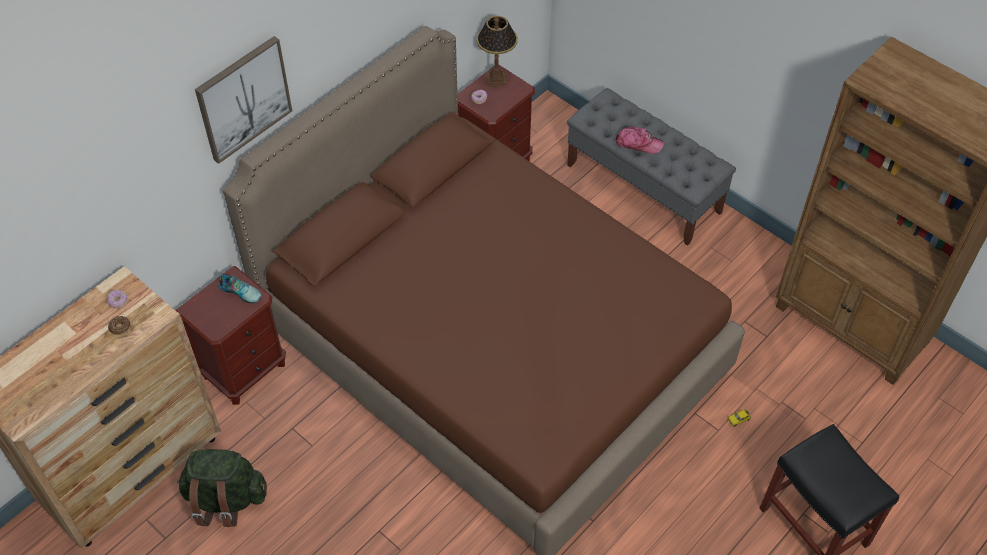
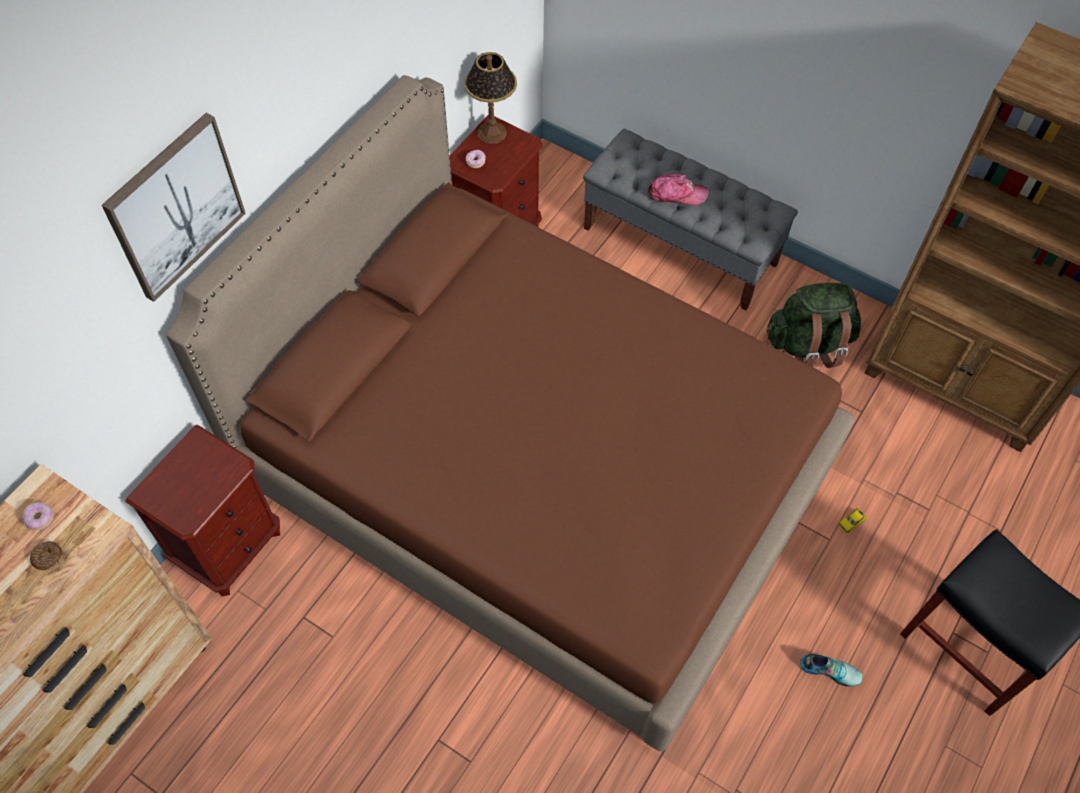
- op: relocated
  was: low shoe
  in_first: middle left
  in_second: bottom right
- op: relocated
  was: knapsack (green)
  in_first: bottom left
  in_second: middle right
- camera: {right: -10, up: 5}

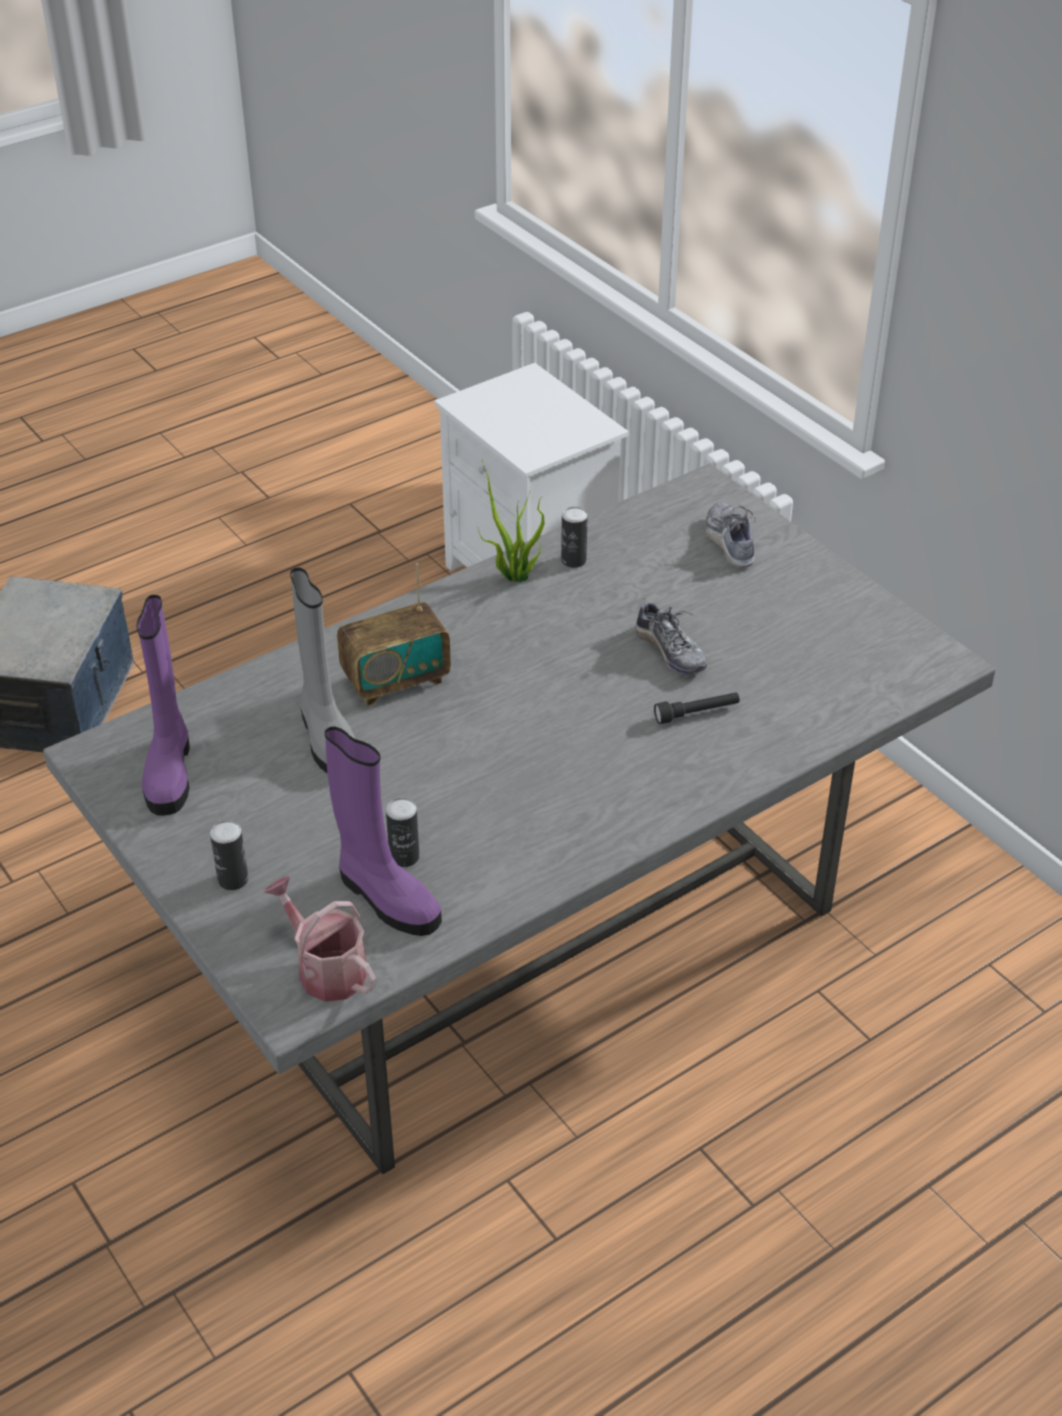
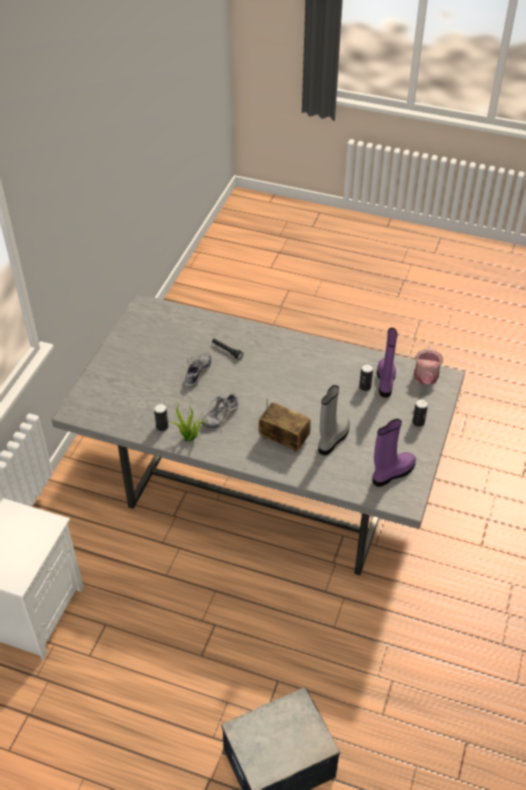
- op: relocated
  was: low shoe (no. 2 from left)
  in_first: middle right
  in_second: centre
- camera: {right: -125, up: 5}

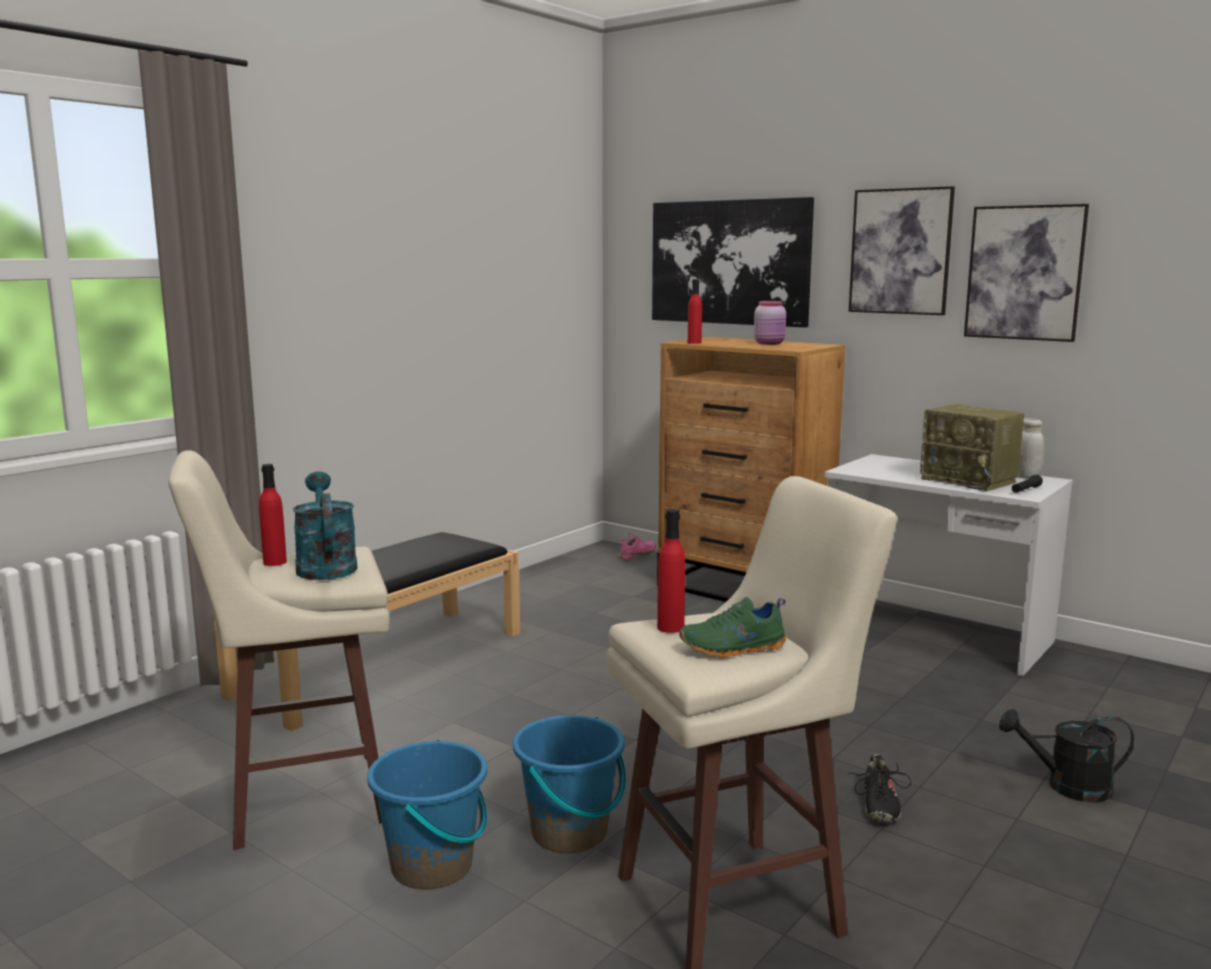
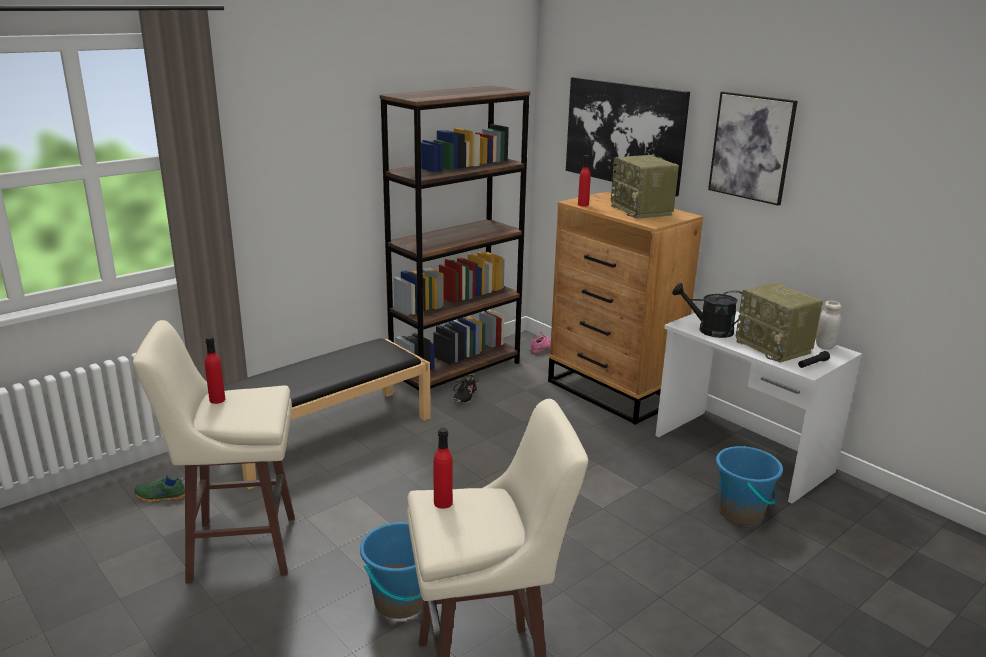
- op: missing
  was: wall picture (no. 3 from left)
  in_first: top right
- op: exchanged
  was: preserve jar (pink-coloured)
  now: radio set (no. 1 from left)
  in_first: centre
  in_second: top centre
- op: missing
  was: sprinkling can (turquoise)
  in_first: middle left
- op: relocated
  was: low shoe (green)
  in_first: centre
  in_second: bottom left
- op: relocated
  was: sprinkling can (blackish)
  in_first: bottom right
  in_second: middle right
- op: relocated
  was: bucket (bluish) (no. 1 from left in the first image)
  now: bucket (bluish) (no. 2 from left)
  in_first: bottom centre
  in_second: bottom right
- op: relocated
  was: low shoe (blackish)
  in_first: bottom right
  in_second: centre
- op: appeared
  now: bookcase (brown)
  in_second: centre
- camera: {right: 10, up: 10}

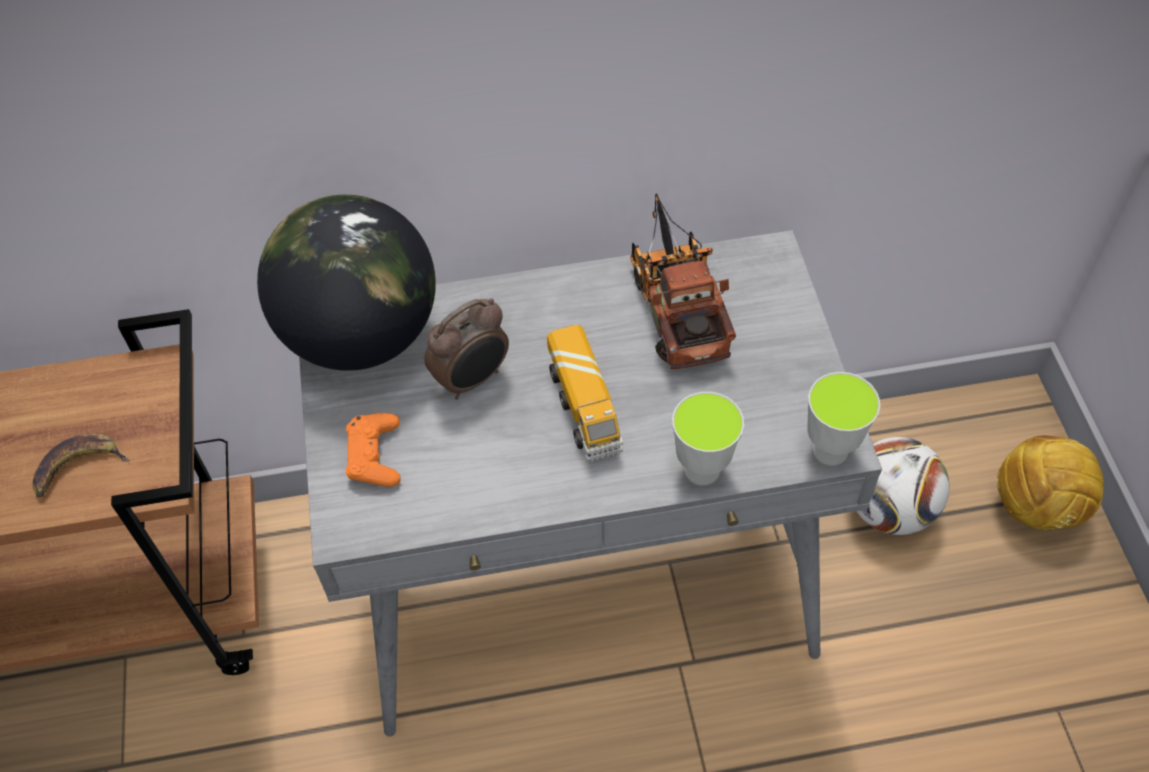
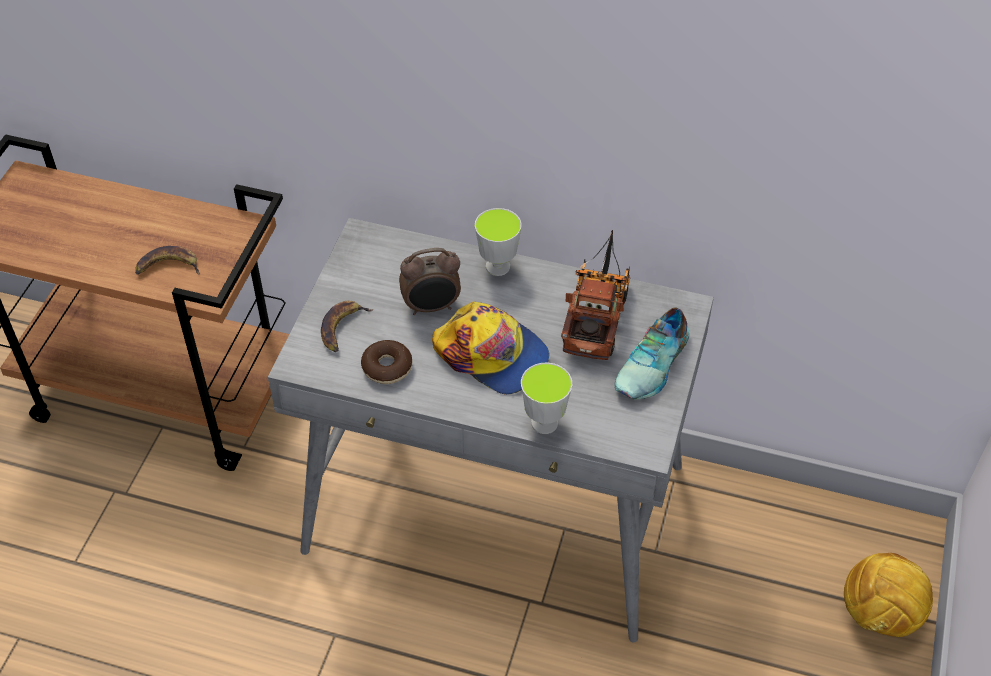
- op: missing
  was: desk globe
  in_first: middle left
- op: exchanged
  was: toy lorry (no. 1 from left)
  now: baseball cap
  in_first: centre
  in_second: centre
- op: relocated
  was: drinking cup (no. 2 from left in the first image)
  now: drinking cup (no. 1 from left)
  in_first: middle right
  in_second: centre
- op: exchanged
  was: gamepad (orange-coloured)
  now: whole banana (no. 2 from left)
  in_first: middle left
  in_second: centre
- op: missing
  was: football ball (no. 1 from left)
  in_first: middle right
- op: appeared
  now: low shoe
  in_second: centre
- op: appeared
  now: donut
  in_second: centre
- camera: {right: 25, up: -5}

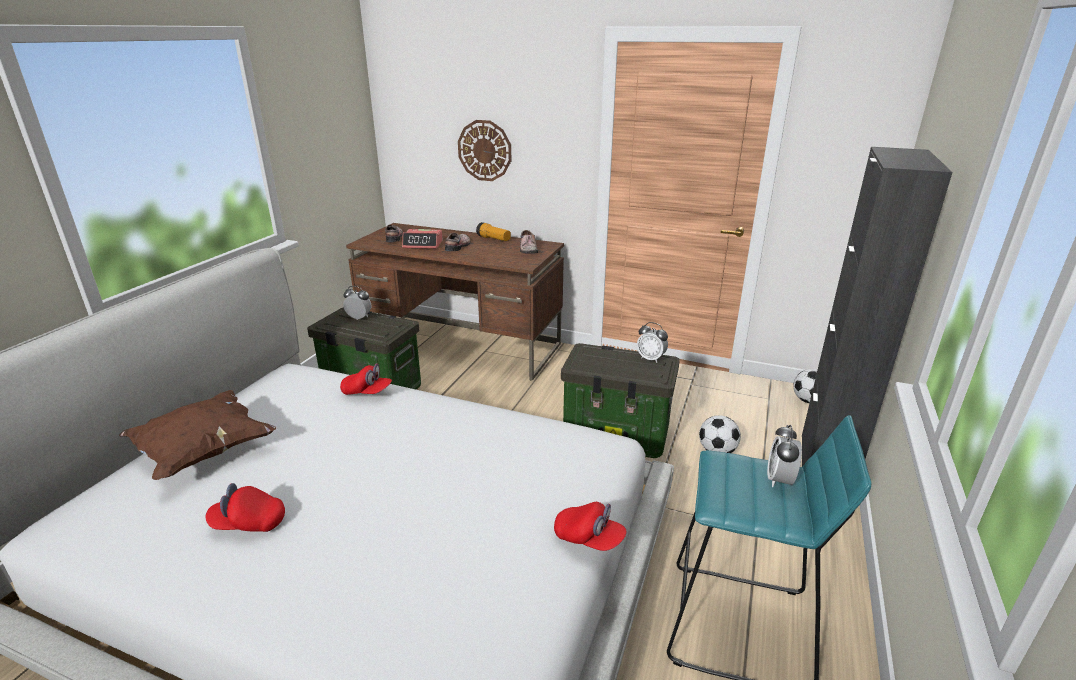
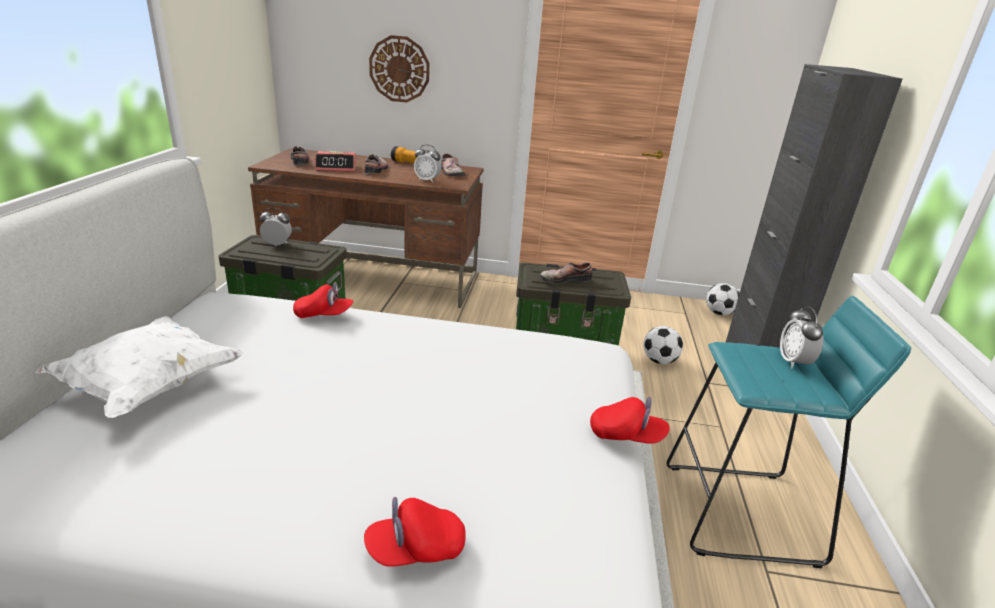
- op: relocated
  was: alarm clock (no. 3 from left)
  in_first: centre
  in_second: top centre
- op: colour
  was: pillow (brown)
  now: pillow (white-coloured)
  in_first: middle left
  in_second: middle left
- op: relocated
  was: baseball cap (red-coloured) (no. 1 from left in the first image)
  now: baseball cap (red-coloured) (no. 2 from left)
  in_first: bottom left
  in_second: bottom centre
- op: appeared
  now: low shoe (no. 4 from left)
  in_second: centre
- camera: {right: -15, up: 0}

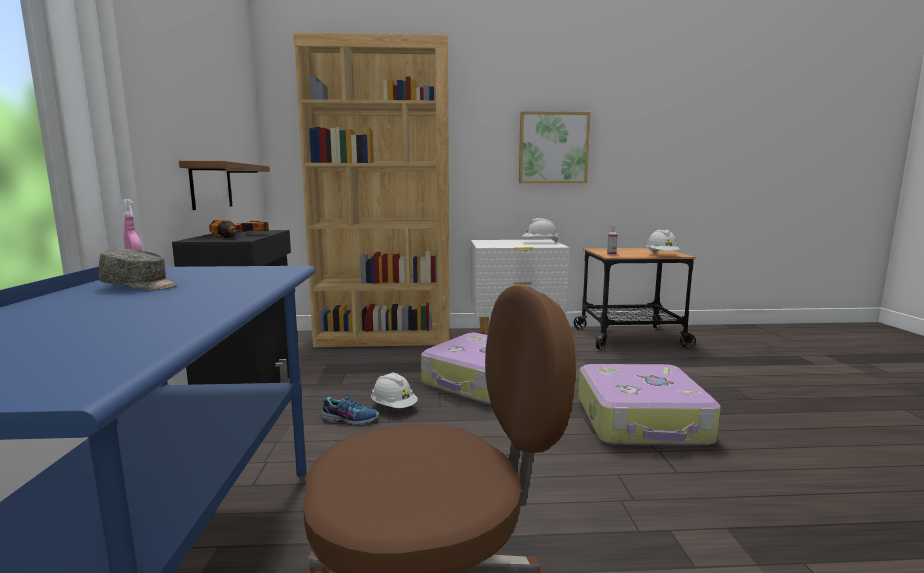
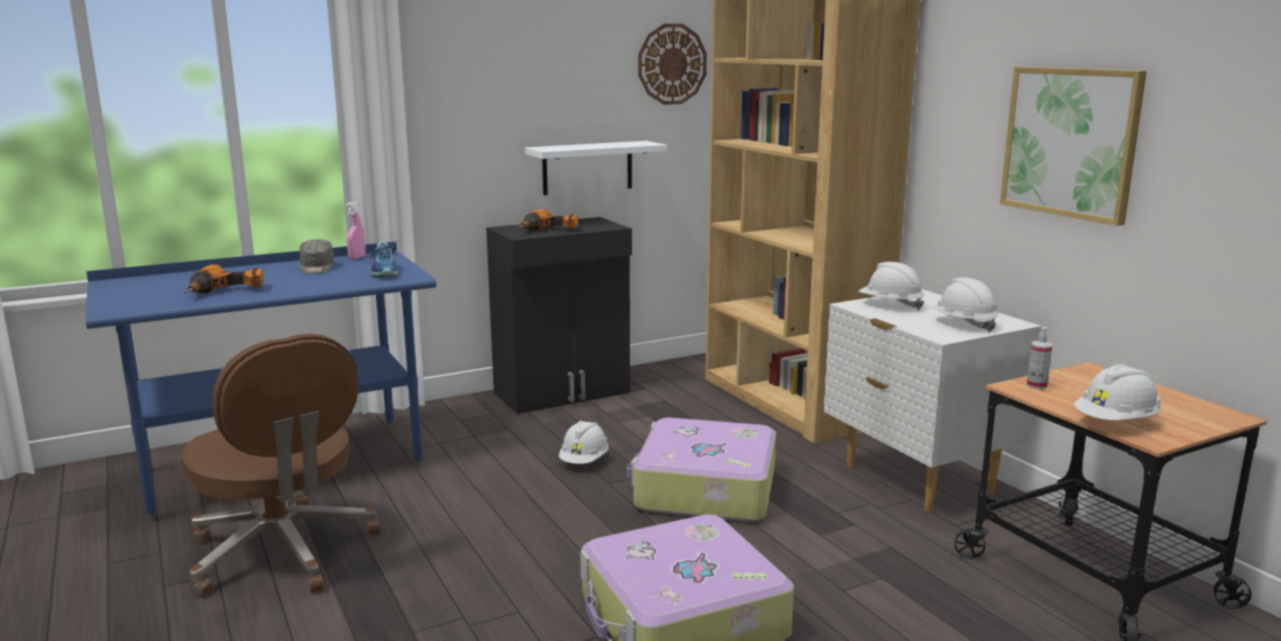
- op: colour
  was: wall shelf (brown)
  now: wall shelf (white-coloured)
  in_first: top left
  in_second: top centre
- op: relocated
  was: low shoe
  in_first: bottom centre
  in_second: middle left
- op: appeared
  now: wall clock
  in_second: top centre
- op: appeared
  now: hard hat (white-coloured) (no. 2 from left)
  in_second: middle right
- op: appeared
  now: power drill (no. 1 from left)
  in_second: middle left
- camera: {right: 65, up: 5}

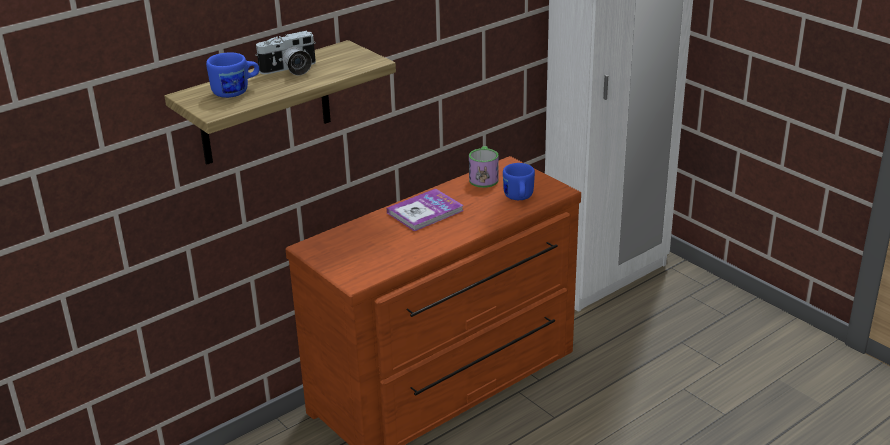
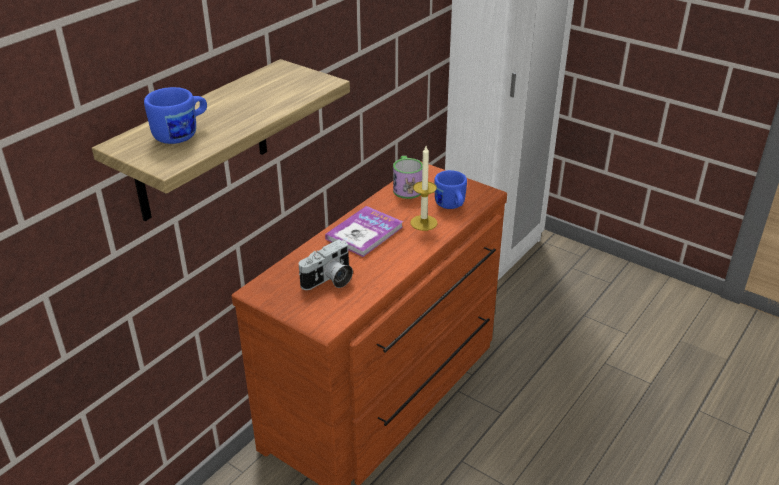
- op: relocated
  was: photo camera
  in_first: top left
  in_second: centre
- op: appeared
  now: wax candle
  in_second: centre
- camera: {right: -15, up: 5}

